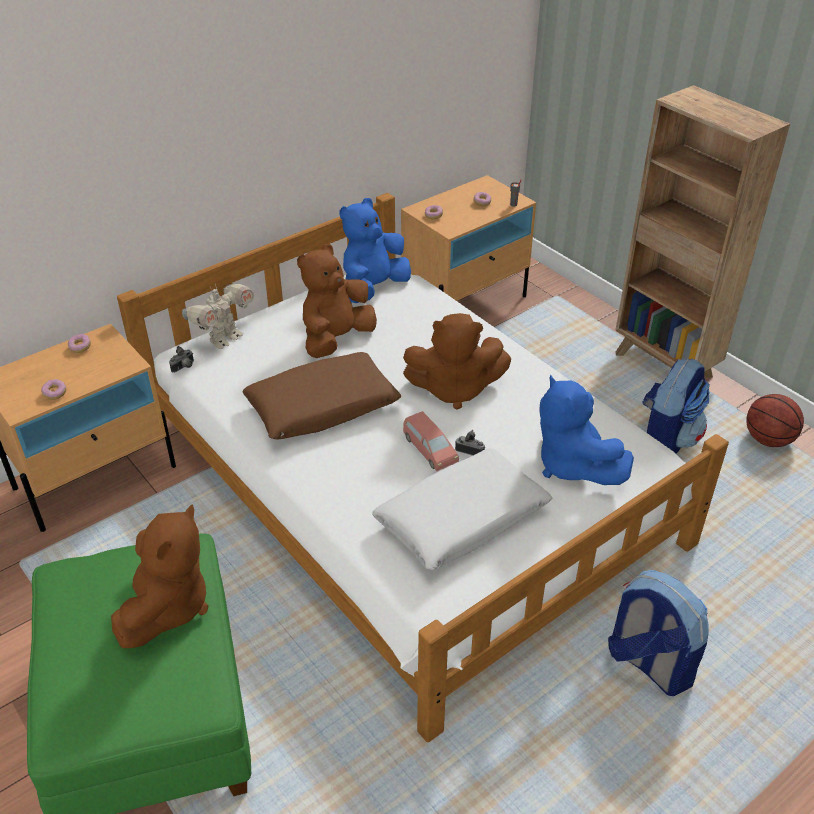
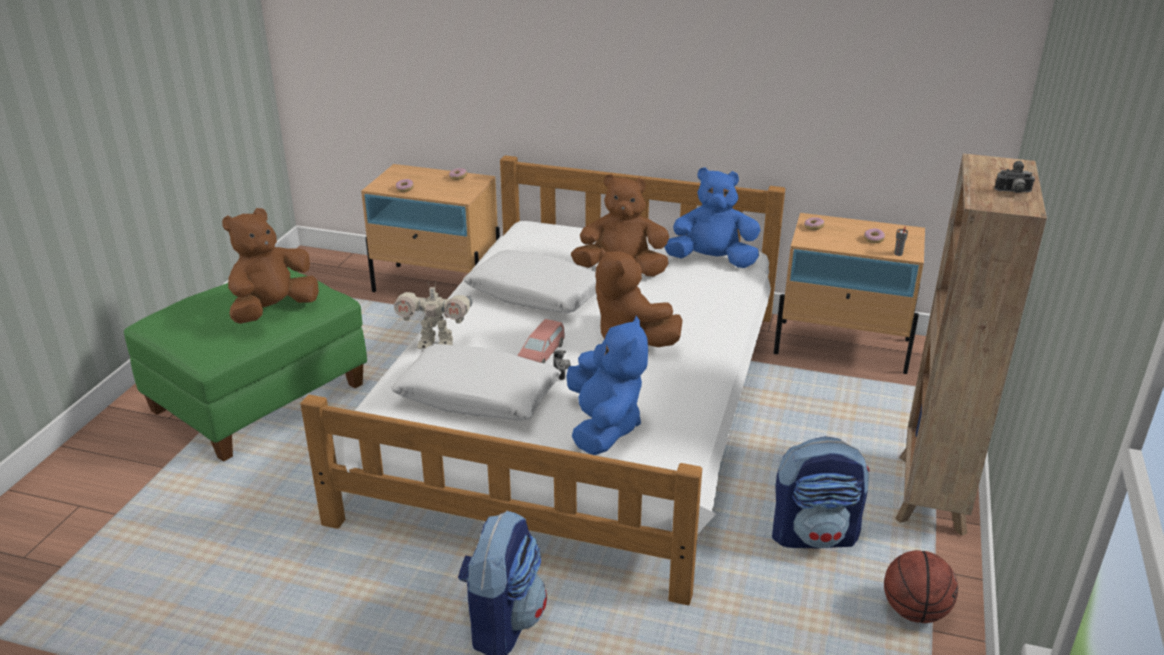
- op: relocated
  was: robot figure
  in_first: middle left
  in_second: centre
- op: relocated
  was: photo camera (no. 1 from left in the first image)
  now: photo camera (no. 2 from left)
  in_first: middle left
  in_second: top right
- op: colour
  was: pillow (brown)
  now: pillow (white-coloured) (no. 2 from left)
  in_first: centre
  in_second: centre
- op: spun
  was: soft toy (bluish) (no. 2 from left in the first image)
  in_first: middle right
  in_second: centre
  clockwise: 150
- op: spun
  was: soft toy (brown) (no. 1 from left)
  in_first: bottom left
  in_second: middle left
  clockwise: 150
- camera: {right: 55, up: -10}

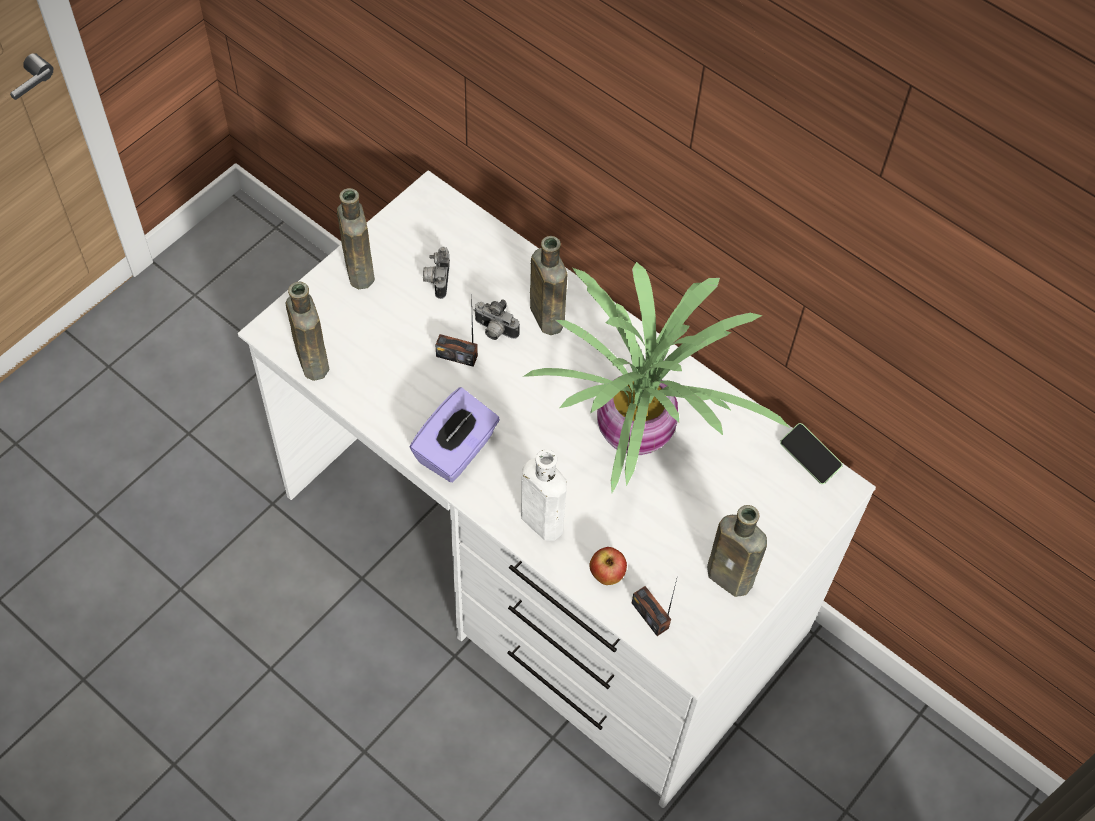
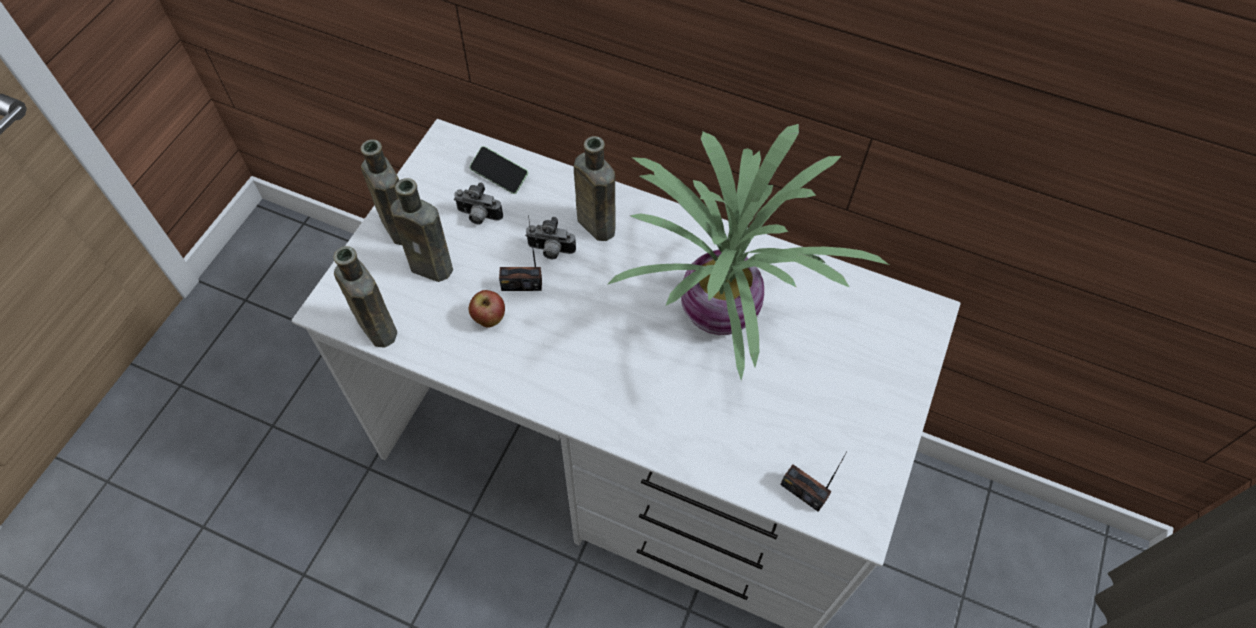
- op: spun
  was: photo camera (no. 1 from left)
  in_first: top centre
  in_second: top centre
  clockwise: -60
- op: missing
  was: tissue holder (purplish)
  in_first: centre
- op: relocated
  was: handset
  in_first: middle right
  in_second: top centre
- op: missing
  was: beverage bottle (white-coloured)
  in_first: centre
- op: relocated
  was: beverage bottle (brown) (no. 4 from left in the first image)
  now: beverage bottle (brown) (no. 3 from left)
  in_first: bottom right
  in_second: centre
- op: relocated
  was: whole apple
  in_first: bottom centre
  in_second: centre
- camera: {right: -15, up: 0}

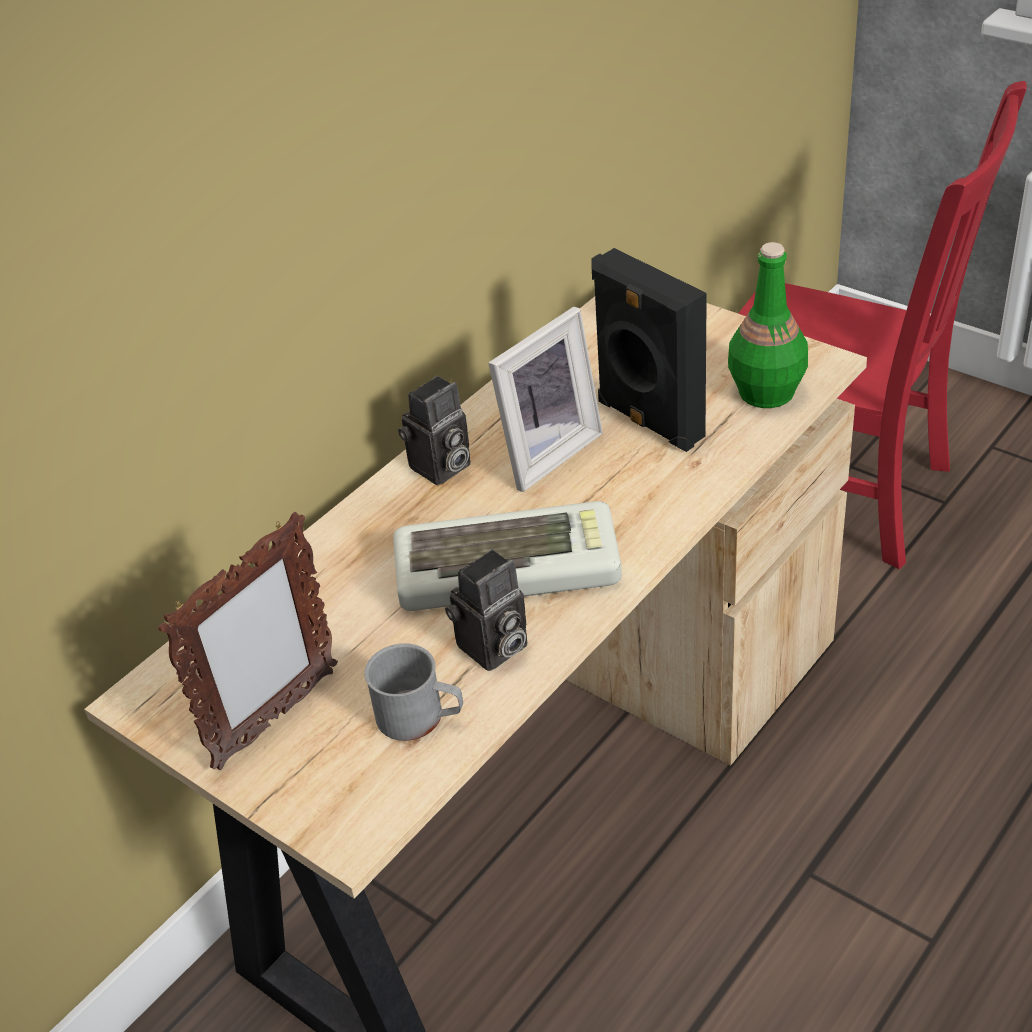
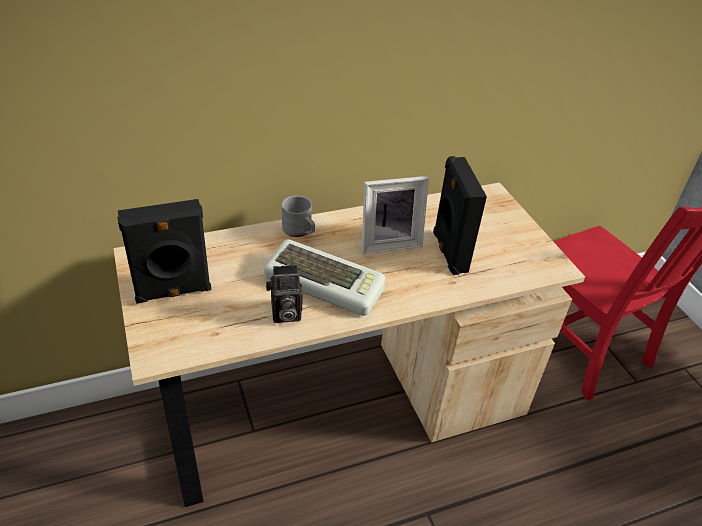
- op: missing
  was: beverage bottle (green)
  in_first: top right
- op: missing
  was: photo camera (no. 1 from left)
  in_first: centre
- op: exchanged
  was: photo frame (no. 1 from left)
  now: loudspeaker (blackish) (no. 1 from left)
  in_first: middle left
  in_second: middle left
- op: relocated
  was: mug (greyish)
  in_first: bottom centre
  in_second: centre
- camera: {right: 25, up: 0}

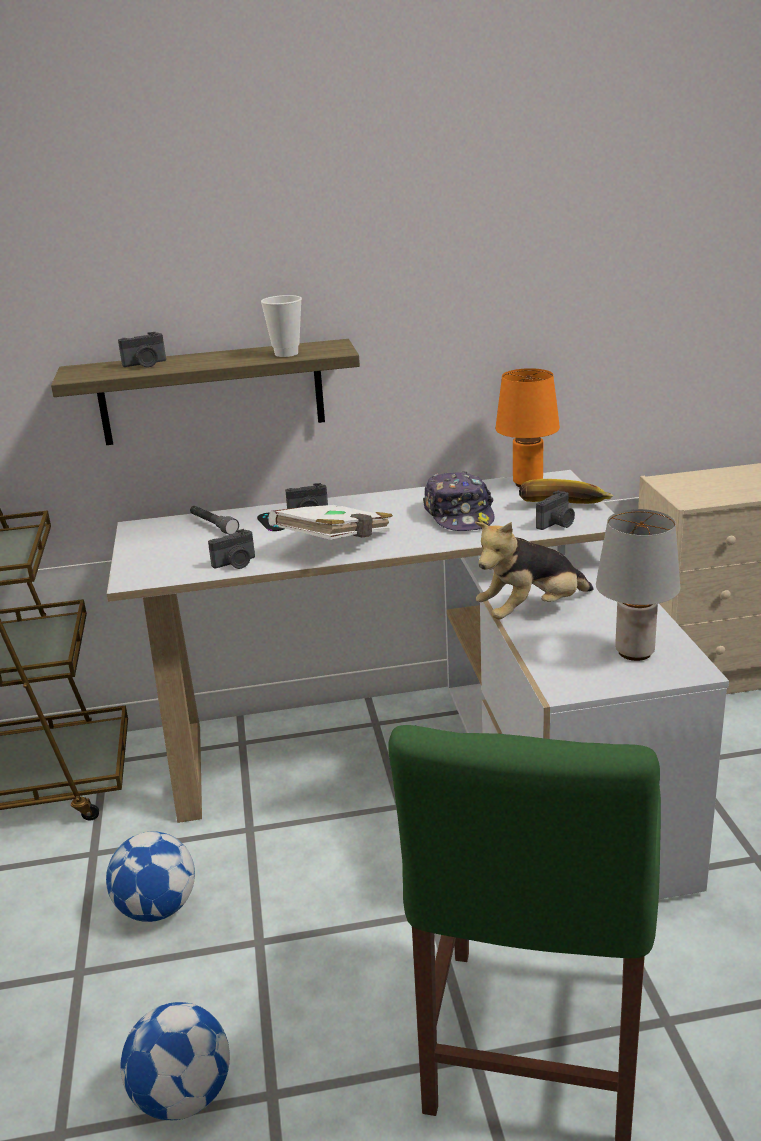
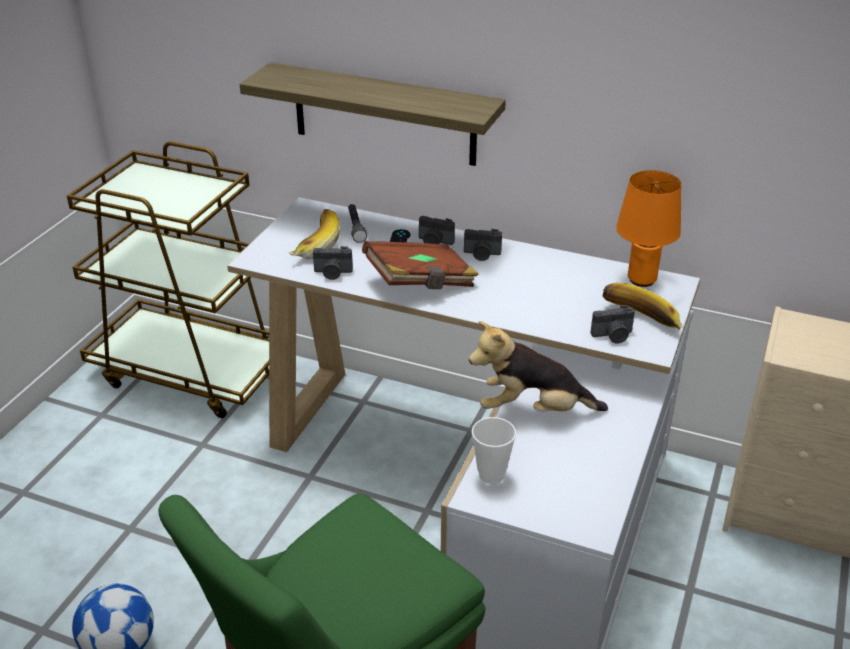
- op: relocated
  was: drinking cup
  in_first: top centre
  in_second: bottom centre
- op: relocated
  was: photo camera (no. 1 from left in the first image)
  now: photo camera (no. 3 from left)
  in_first: top left
  in_second: centre
- op: missing
  was: baseball cap
  in_first: centre
- op: colour
  was: bound book (white-coloured)
  now: bound book (brown)
  in_first: centre
  in_second: centre
- op: missing
  was: tabletop lamp (greyish)
  in_first: middle right
- op: missing
  was: football ball (no. 1 from left)
  in_first: bottom left
- op: appeared
  now: whole banana (no. 1 from left)
  in_second: centre
- camera: {right: 30, up: 10}

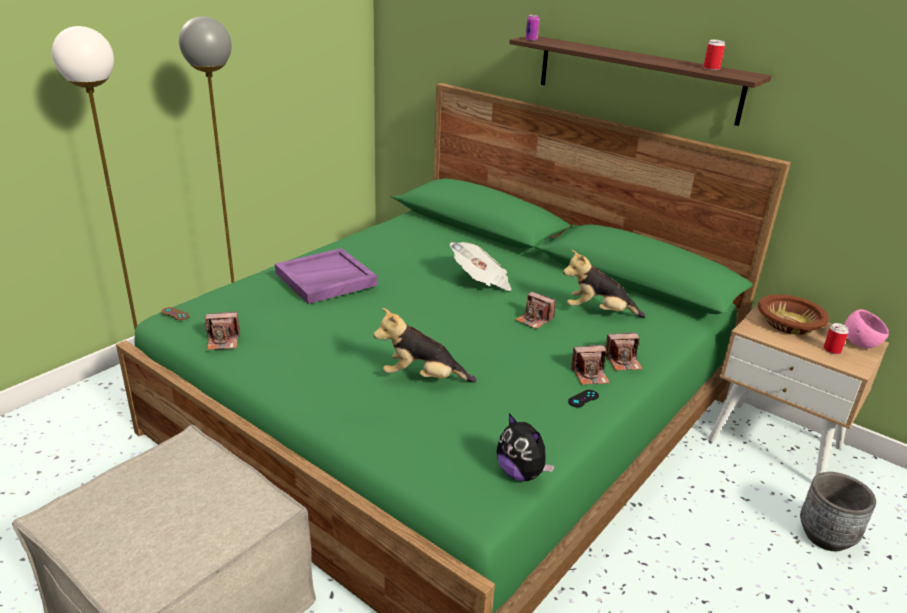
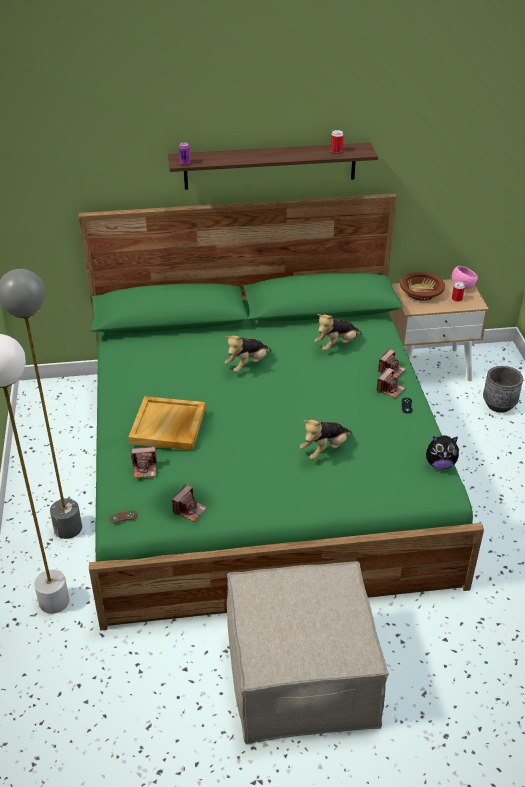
- op: exchanged
  was: printed paper
  now: soft toy (no. 1 from left)
  in_first: centre
  in_second: centre
- op: colour
  was: tray (purplish)
  now: tray (sand-coloured)
  in_first: centre
  in_second: middle left
- op: relocated
  was: photo camera (no. 2 from left in the first image)
  now: photo camera (no. 1 from left)
  in_first: centre
  in_second: middle left
- camera: {right: -45, up: 10}

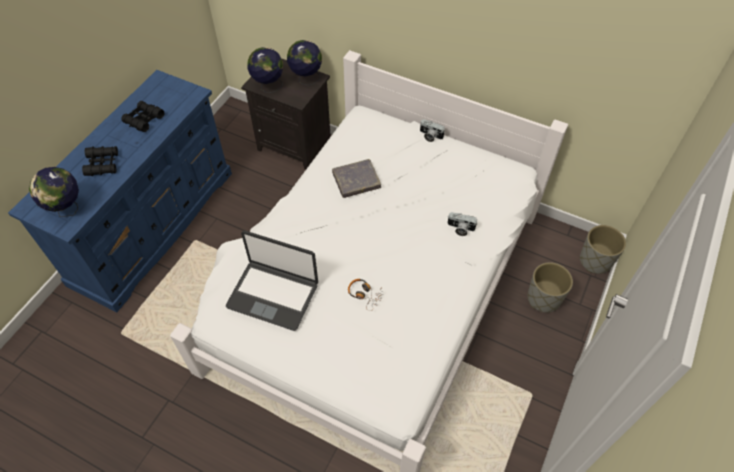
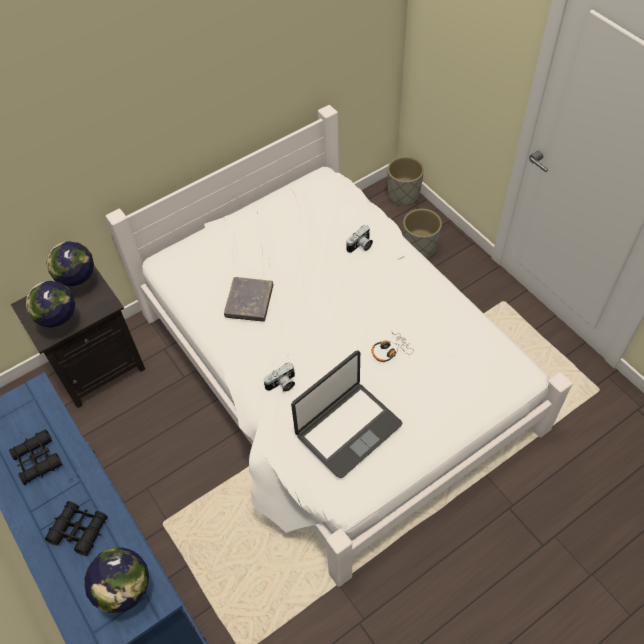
- op: relocated
  was: photo camera (no. 1 from left)
  in_first: top centre
  in_second: centre
- camera: {right: -60, up: 0}

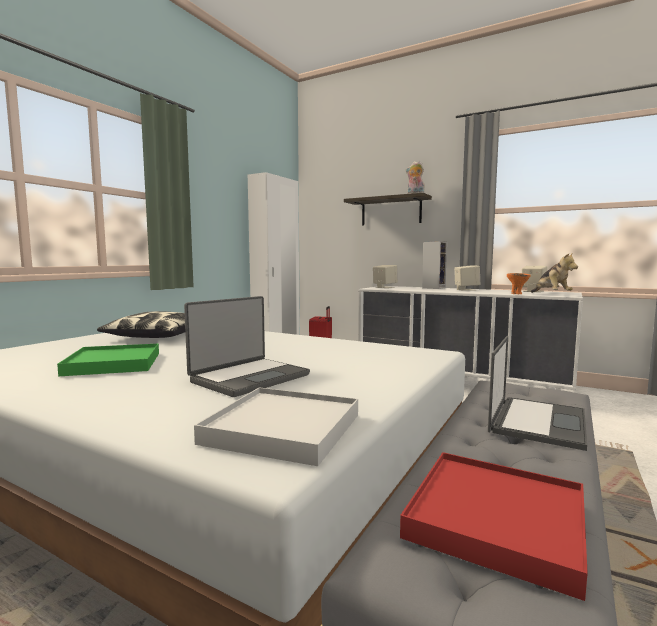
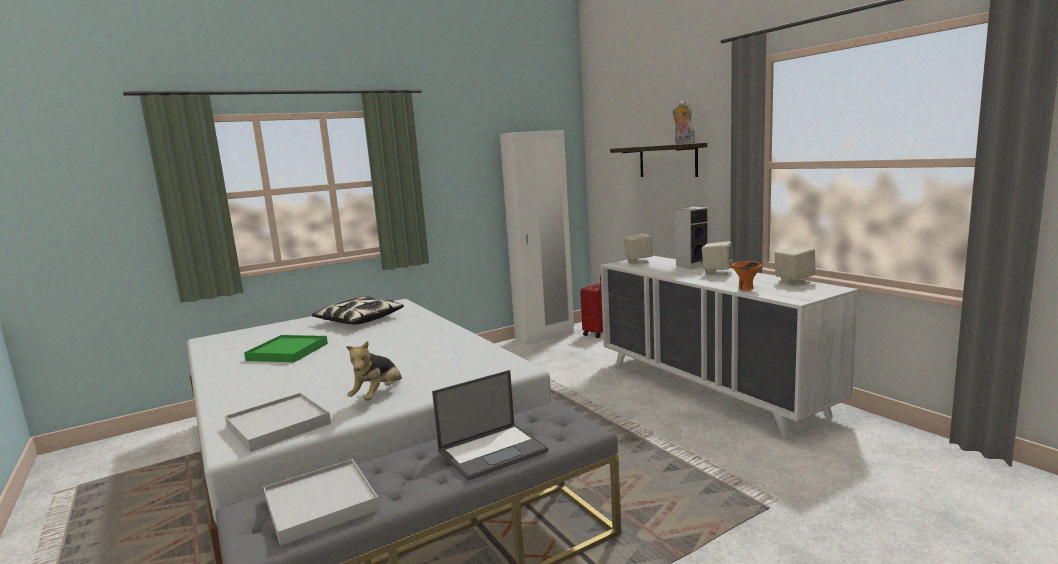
- op: relocated
  was: soft toy (no. 2 from left in the first image)
  now: soft toy (no. 1 from left)
  in_first: middle right
  in_second: centre
- op: missing
  was: notebook computer (no. 1 from left)
  in_first: centre
- op: colour
  was: tray (red-coloured)
  now: tray (white-coloured) (no. 2 from left)
  in_first: bottom right
  in_second: bottom left
- camera: {right: 30, up: 5}

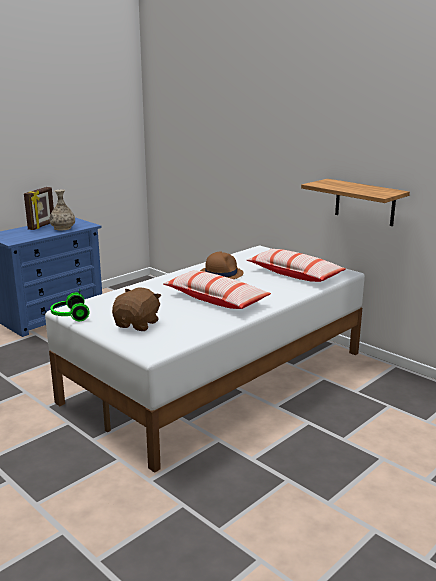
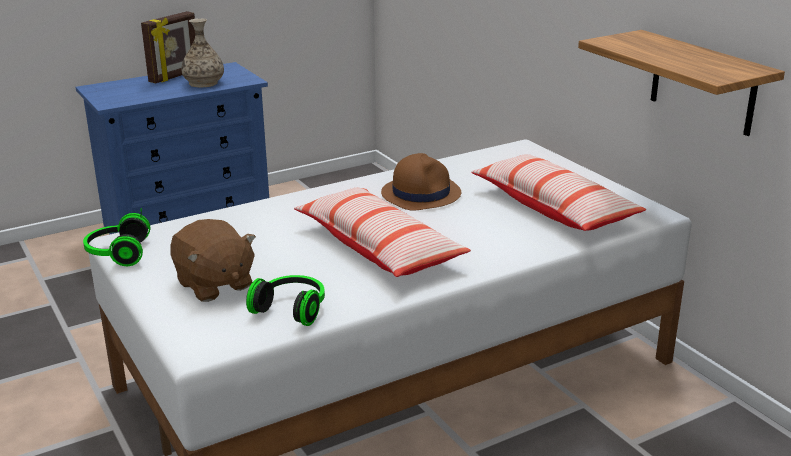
- op: spun
  was: soft toy (brown)
  in_first: middle left
  in_second: middle left
  clockwise: 105
- op: appeared
  now: pair of headphones (no. 2 from left)
  in_second: centre
- camera: {right: 15, up: 5}

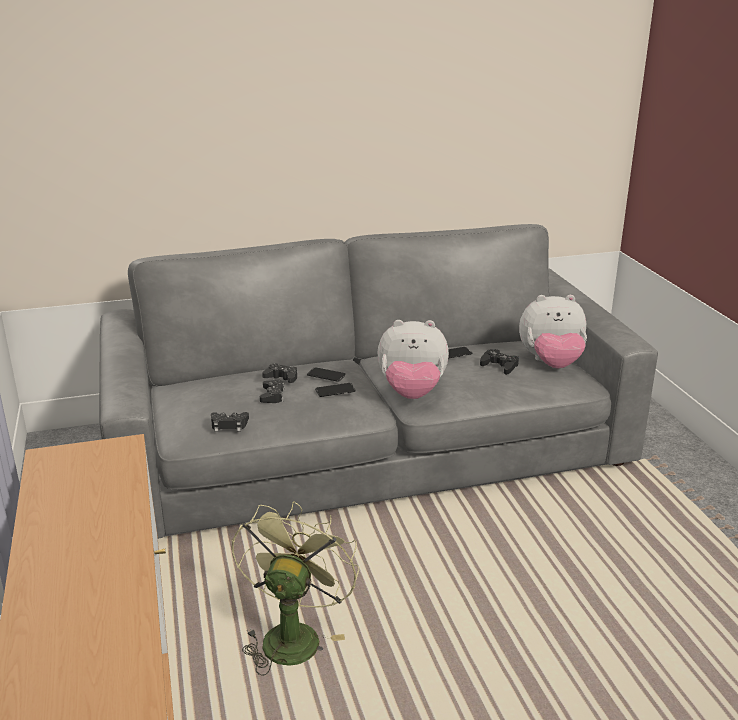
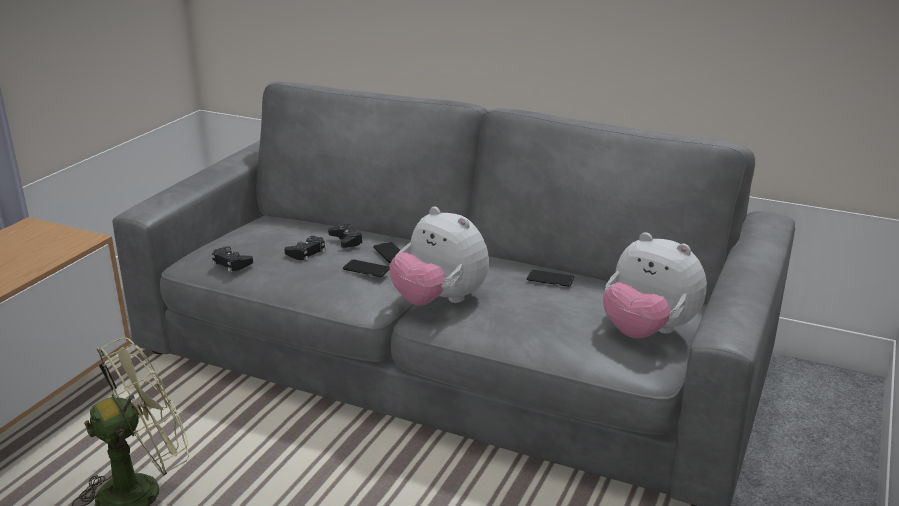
- op: missing
  was: gamepad (blackish) (no. 4 from left)
  in_first: middle right
- camera: {right: 40, up: 0}

